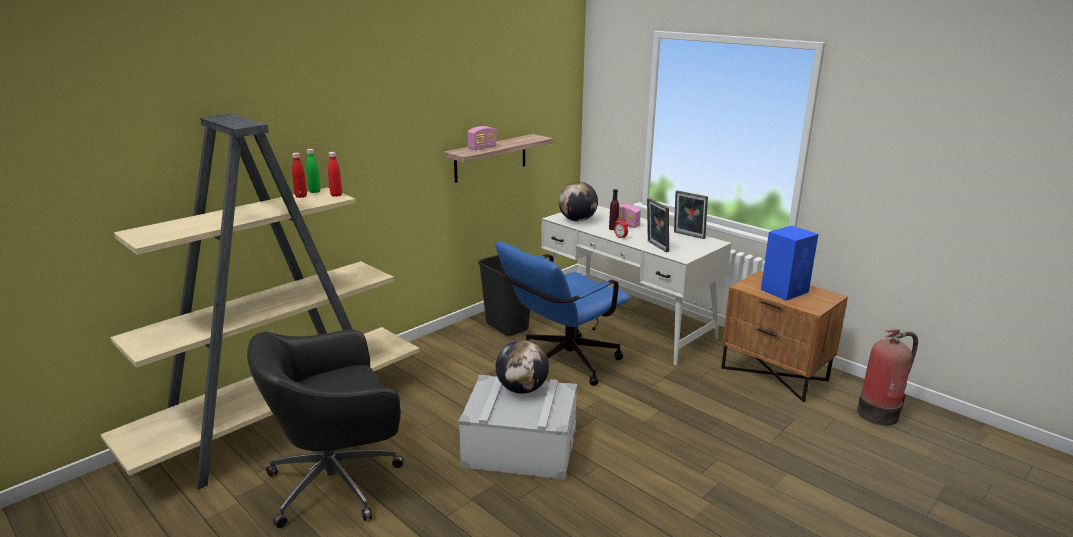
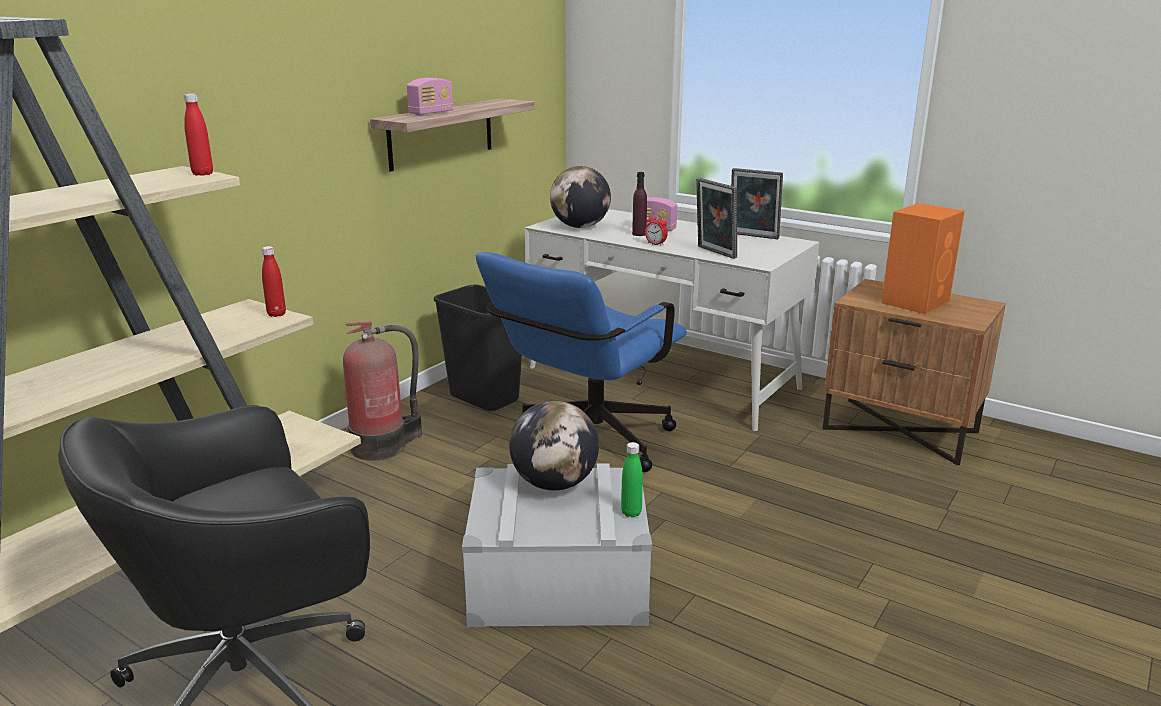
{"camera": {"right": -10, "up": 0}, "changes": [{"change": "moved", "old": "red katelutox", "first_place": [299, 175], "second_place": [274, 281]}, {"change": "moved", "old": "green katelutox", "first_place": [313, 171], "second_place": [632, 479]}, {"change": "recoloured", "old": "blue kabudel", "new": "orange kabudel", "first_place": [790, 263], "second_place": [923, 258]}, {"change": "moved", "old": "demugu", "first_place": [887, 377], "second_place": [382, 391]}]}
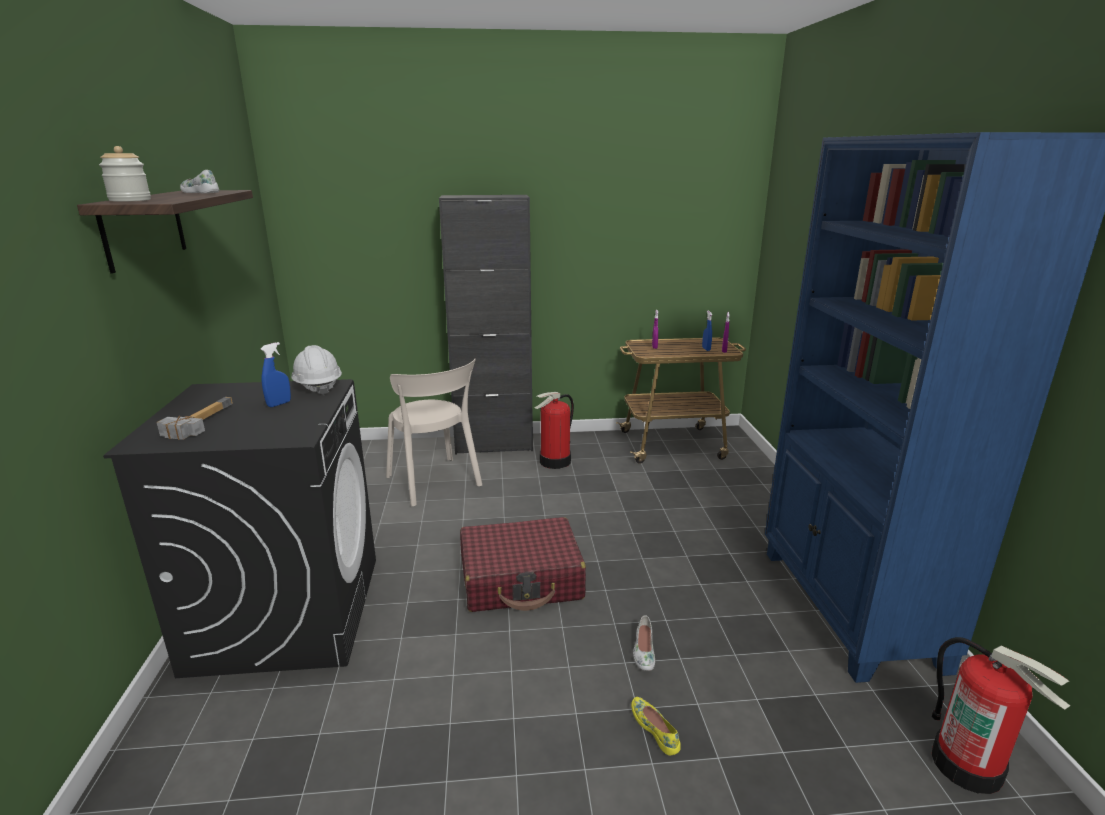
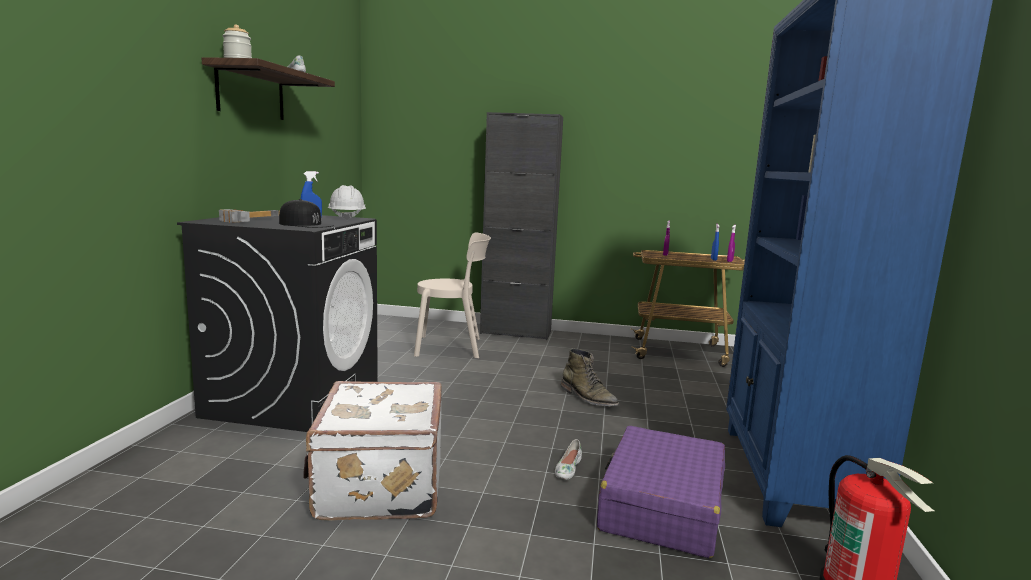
{"camera": {"right": 15, "up": -10}, "changes": [{"change": "turned", "old": "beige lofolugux", "first_place": [434, 433], "second_place": [452, 295], "degrees": -75}, {"change": "removed", "old": "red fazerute", "first_place": [523, 564]}, {"change": "removed", "old": "demugu", "first_place": [554, 430]}, {"change": "removed", "old": "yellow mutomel", "first_place": [656, 726]}, {"change": "added", "new": "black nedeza", "second_place": [306, 213]}, {"change": "added", "new": "white fazerute", "second_place": [372, 451]}, {"change": "added", "new": "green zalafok", "second_place": [590, 377]}, {"change": "added", "new": "purple fazerute", "second_place": [661, 492]}]}
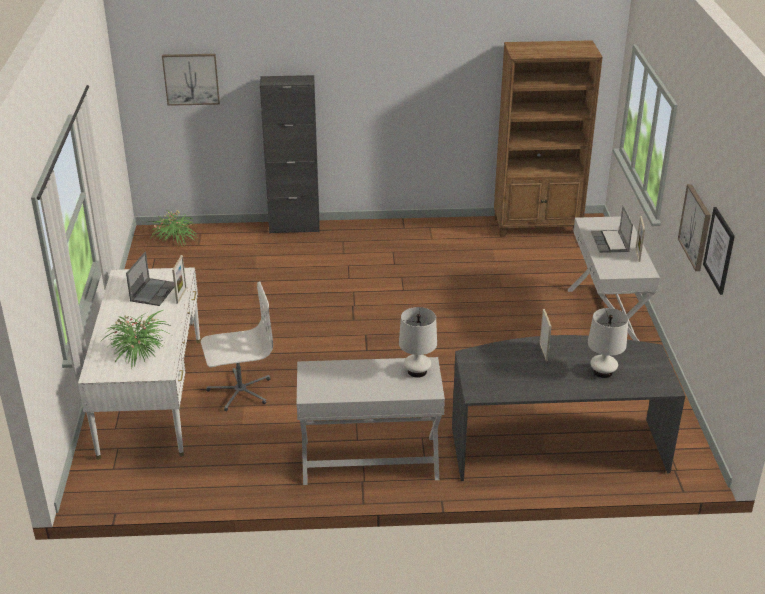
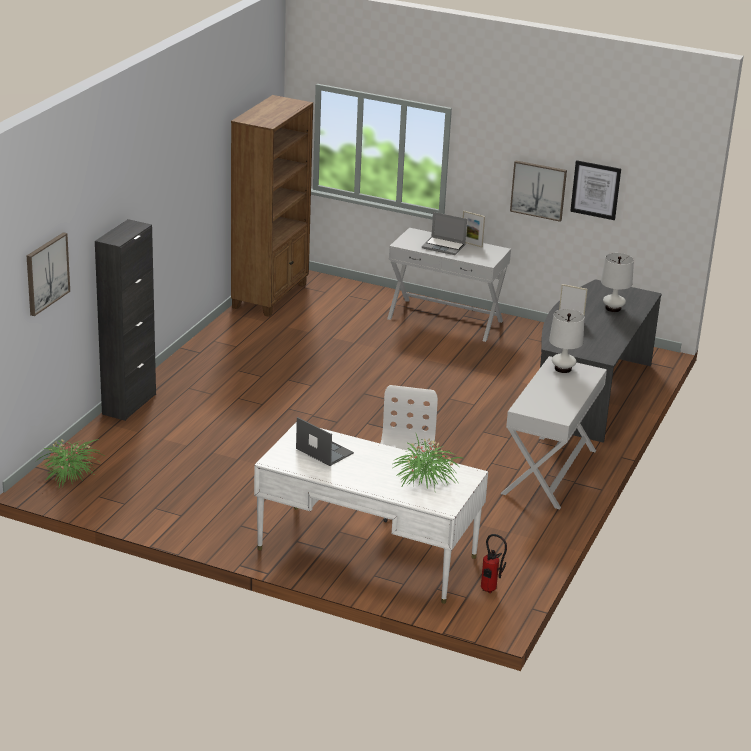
{"camera": {"right": -65, "up": -5}, "changes": [{"change": "removed", "old": "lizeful", "first_place": [179, 279]}, {"change": "added", "new": "demugu", "second_place": [494, 563]}]}
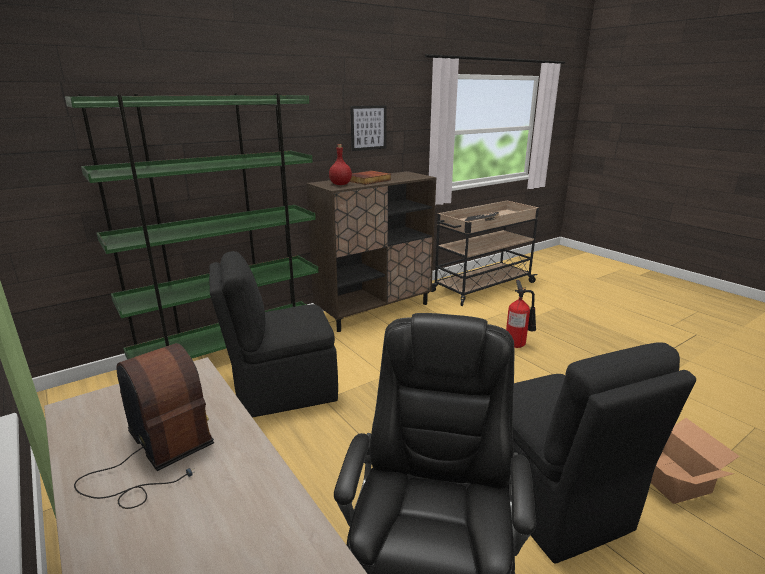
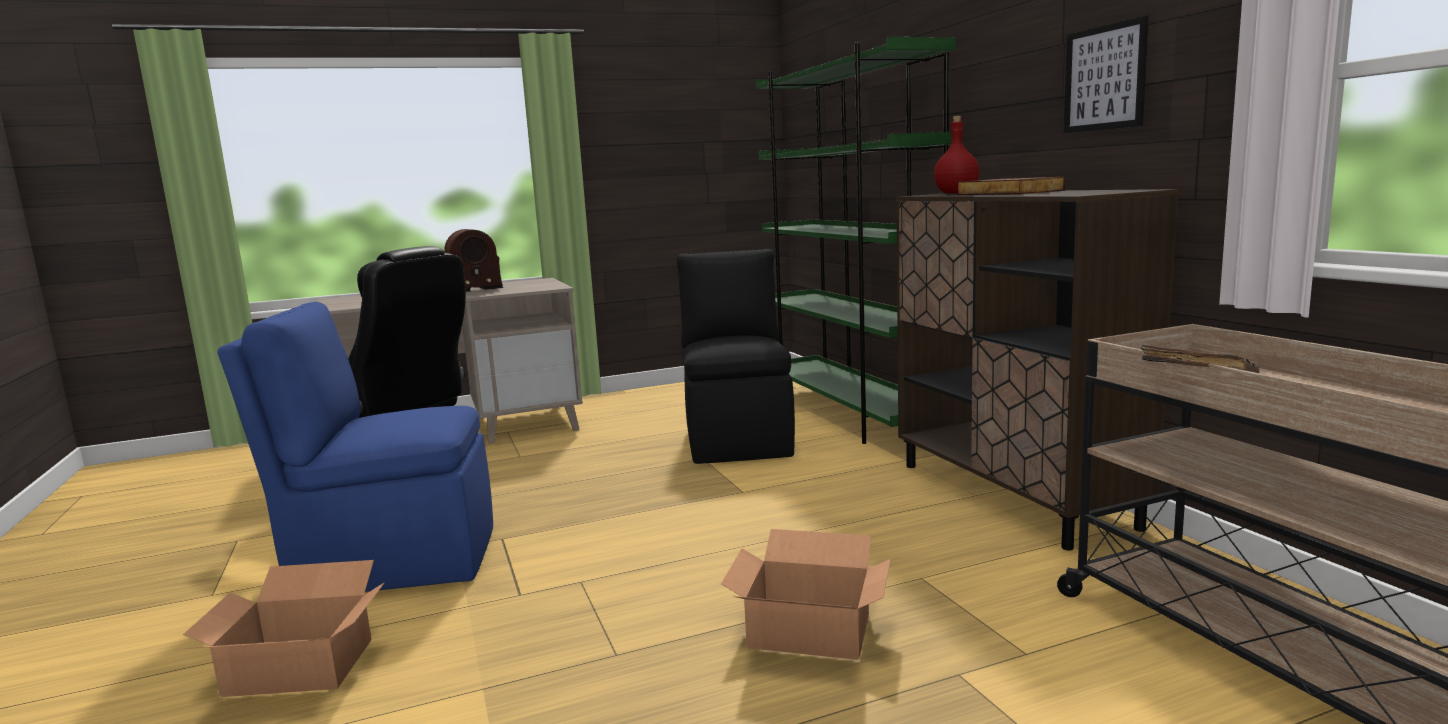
{"camera": {"right": 105, "up": -10}, "changes": [{"change": "replaced", "old": "demugu", "new": "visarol", "first_place": [521, 314], "second_place": [806, 594]}, {"change": "recoloured", "old": "black lofolugux", "new": "blue lofolugux", "first_place": [601, 453], "second_place": [355, 447]}]}
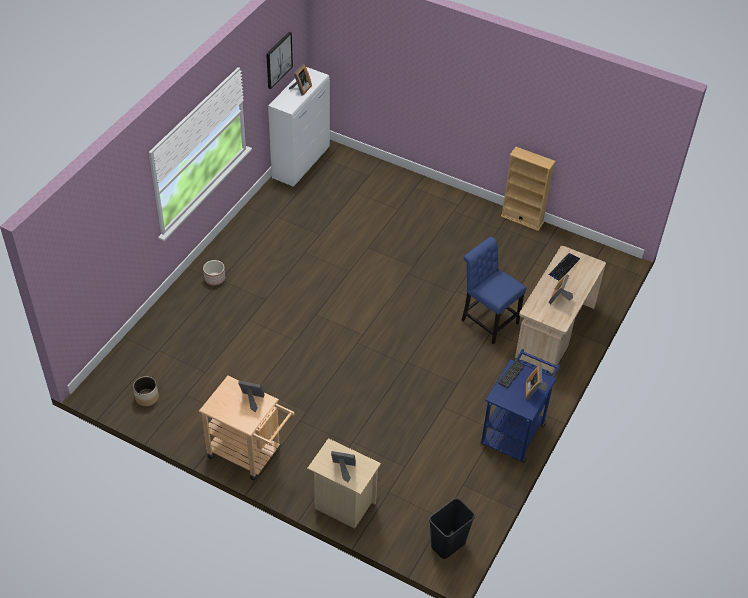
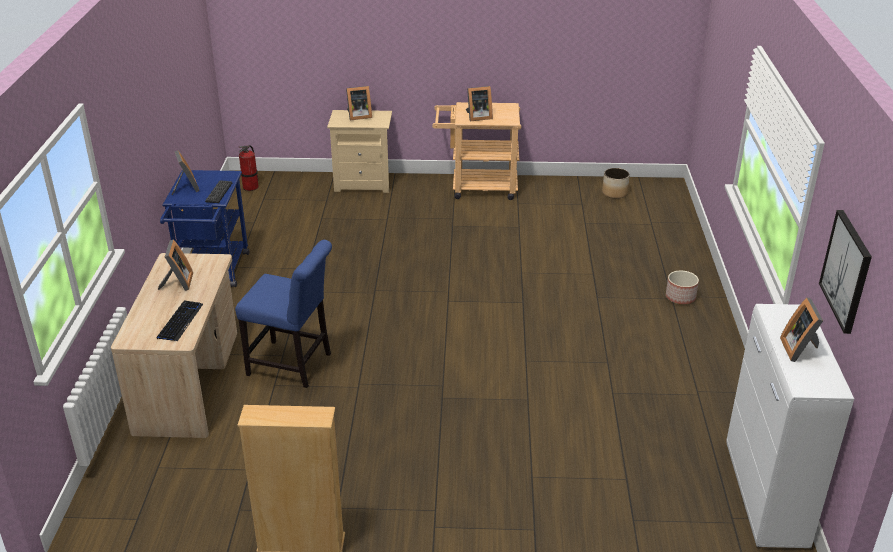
{"camera": {"right": 155, "up": -15}, "changes": [{"change": "replaced", "old": "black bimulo", "new": "demugu", "first_place": [452, 528], "second_place": [248, 168]}]}
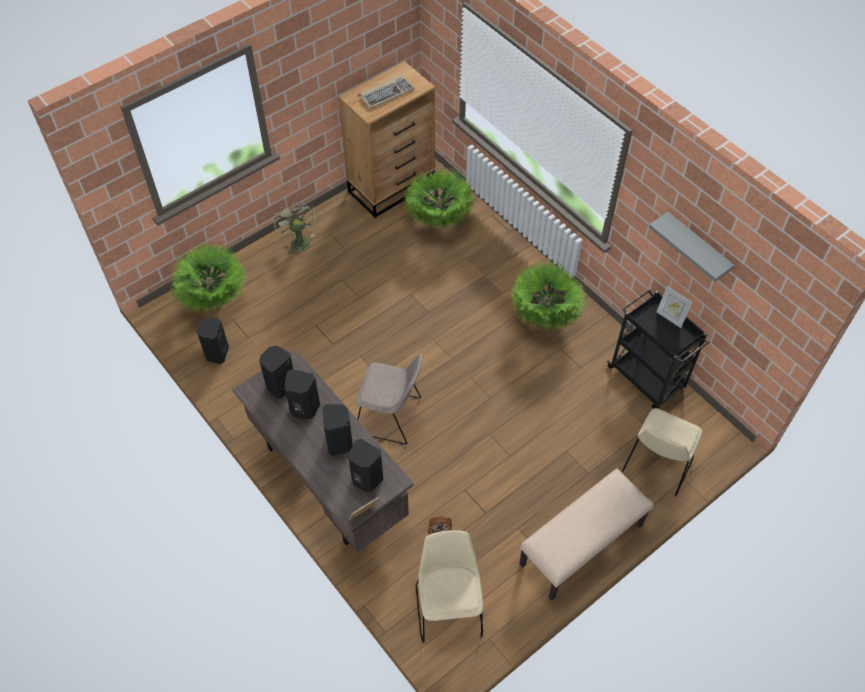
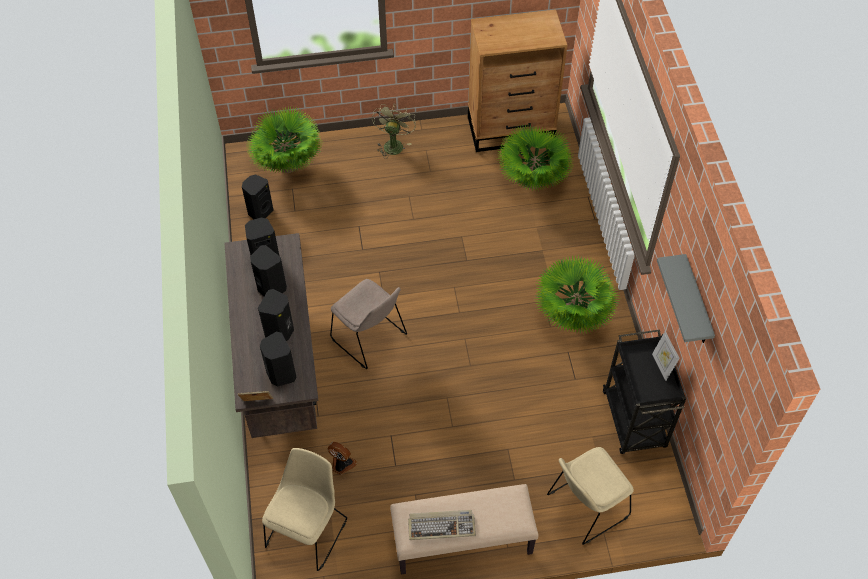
{"camera": {"right": 30, "up": 0}, "changes": [{"change": "moved", "old": "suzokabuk", "first_place": [387, 92], "second_place": [442, 525]}]}
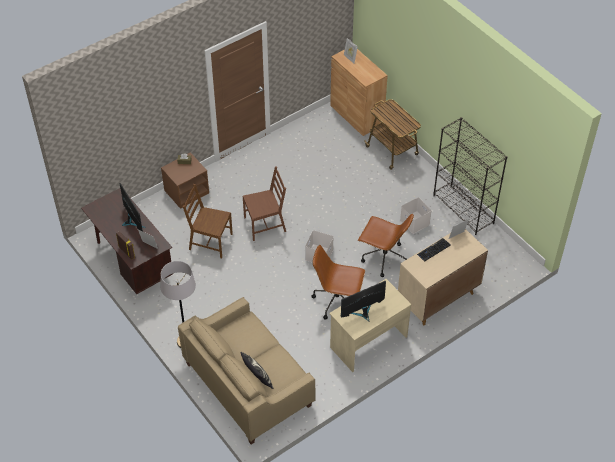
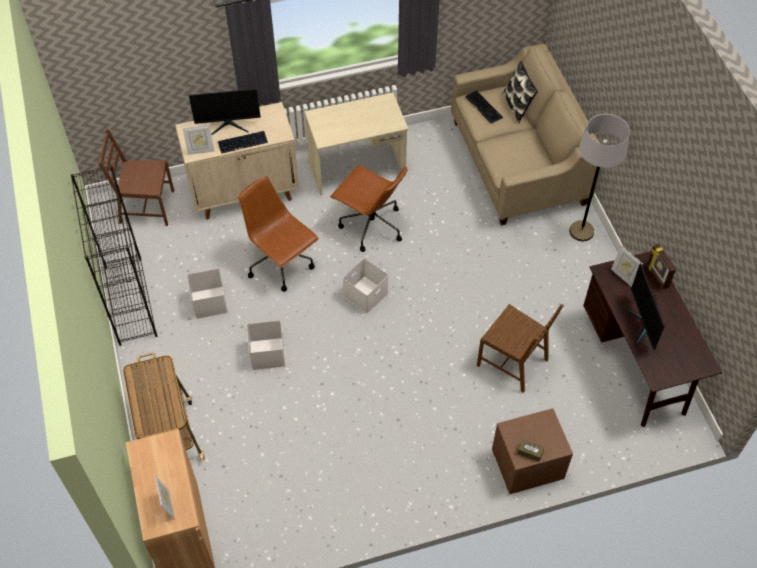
{"camera": {"right": -160, "up": 5}, "changes": [{"change": "moved", "old": "brown lofolugux", "first_place": [264, 203], "second_place": [136, 177]}, {"change": "moved", "old": "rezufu", "first_place": [363, 300], "second_place": [225, 112]}, {"change": "added", "new": "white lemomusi", "second_place": [266, 345]}, {"change": "added", "new": "suzokabuk", "second_place": [484, 106]}]}
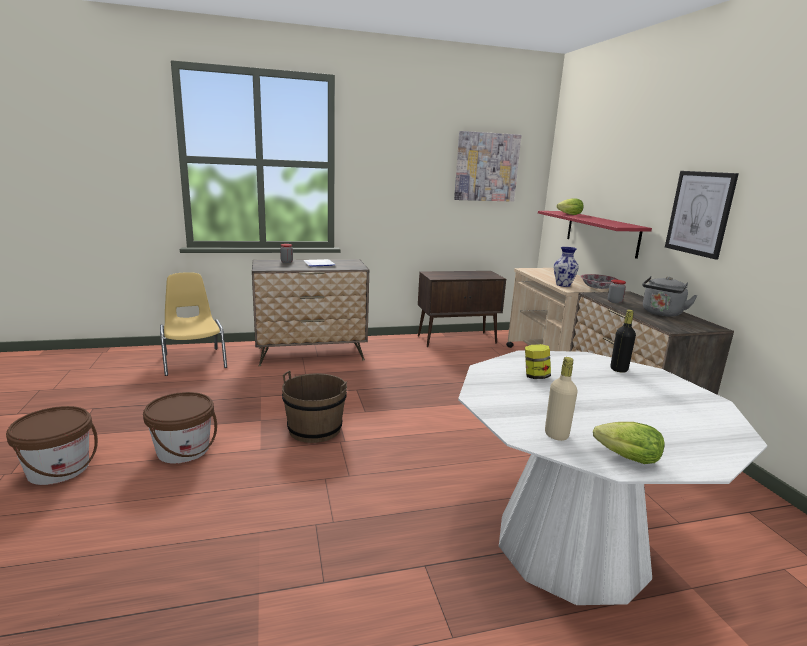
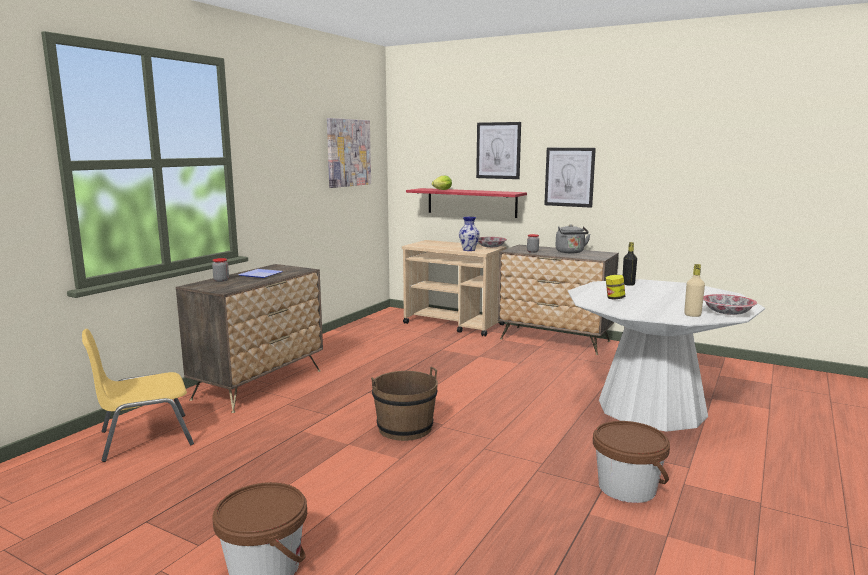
{"camera": {"right": -45, "up": -5}, "changes": [{"change": "moved", "old": "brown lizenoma", "first_place": [180, 428], "second_place": [631, 462]}, {"change": "turned", "old": "yellow lofolugux", "first_place": [193, 324], "second_place": [138, 395], "degrees": -45}, {"change": "removed", "old": "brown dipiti", "first_place": [462, 309]}, {"change": "replaced", "old": "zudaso", "new": "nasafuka", "first_place": [629, 443], "second_place": [730, 304]}, {"change": "added", "new": "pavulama", "second_place": [498, 150]}]}
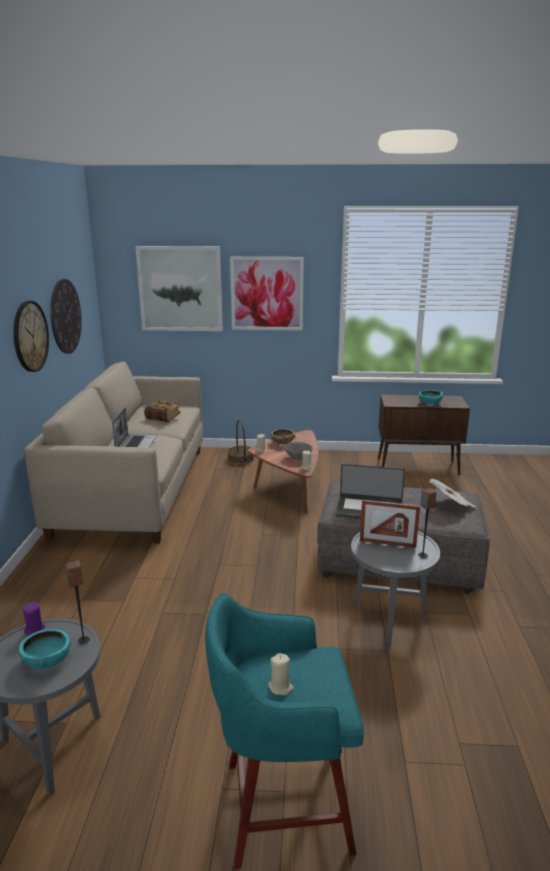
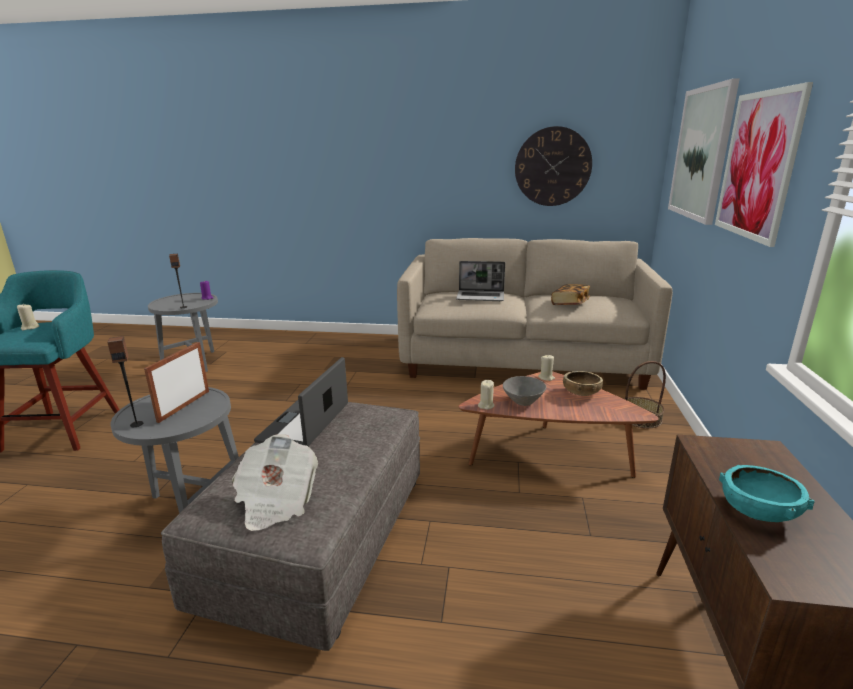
{"camera": {"right": 95, "up": 0}, "changes": [{"change": "removed", "old": "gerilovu", "first_place": [31, 336]}, {"change": "removed", "old": "turquoise nasafuka", "first_place": [45, 649]}]}
